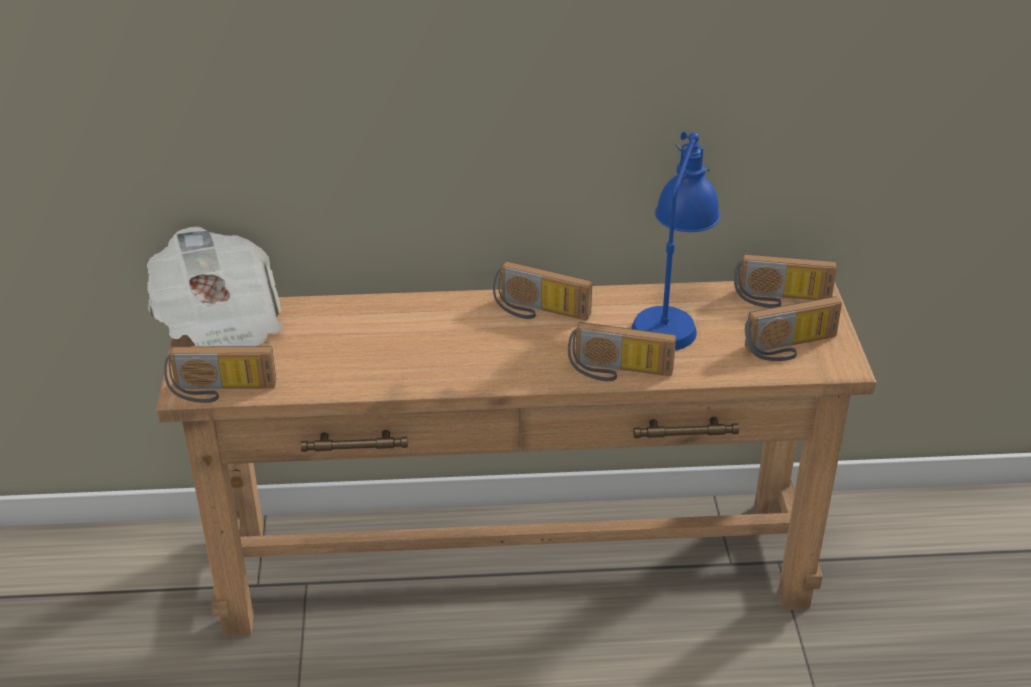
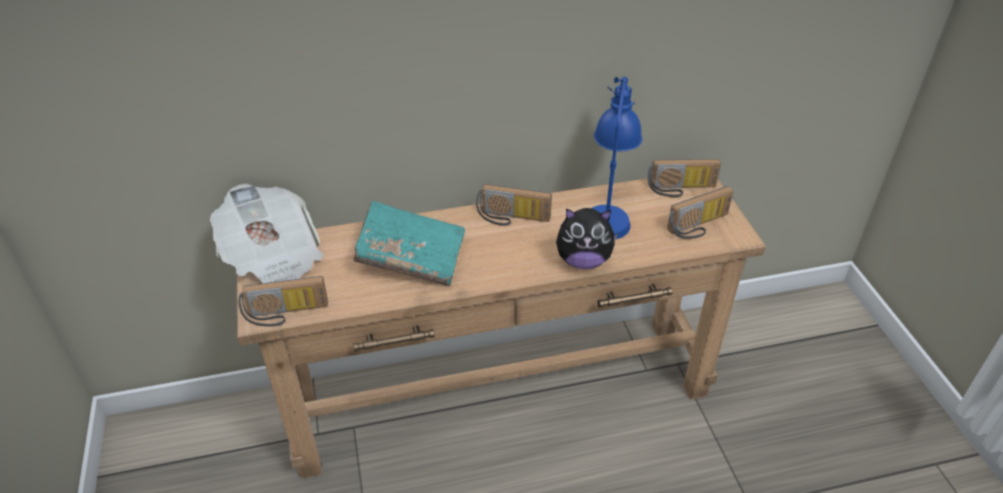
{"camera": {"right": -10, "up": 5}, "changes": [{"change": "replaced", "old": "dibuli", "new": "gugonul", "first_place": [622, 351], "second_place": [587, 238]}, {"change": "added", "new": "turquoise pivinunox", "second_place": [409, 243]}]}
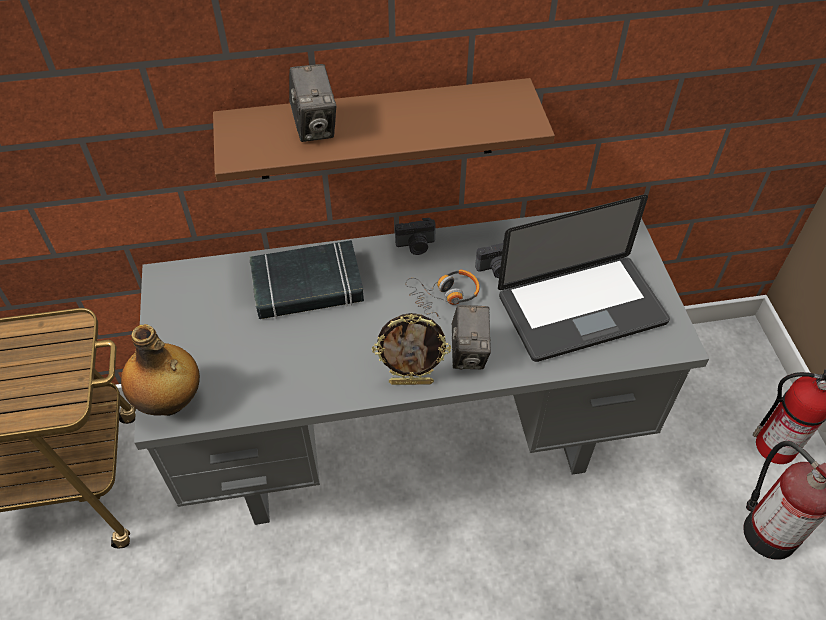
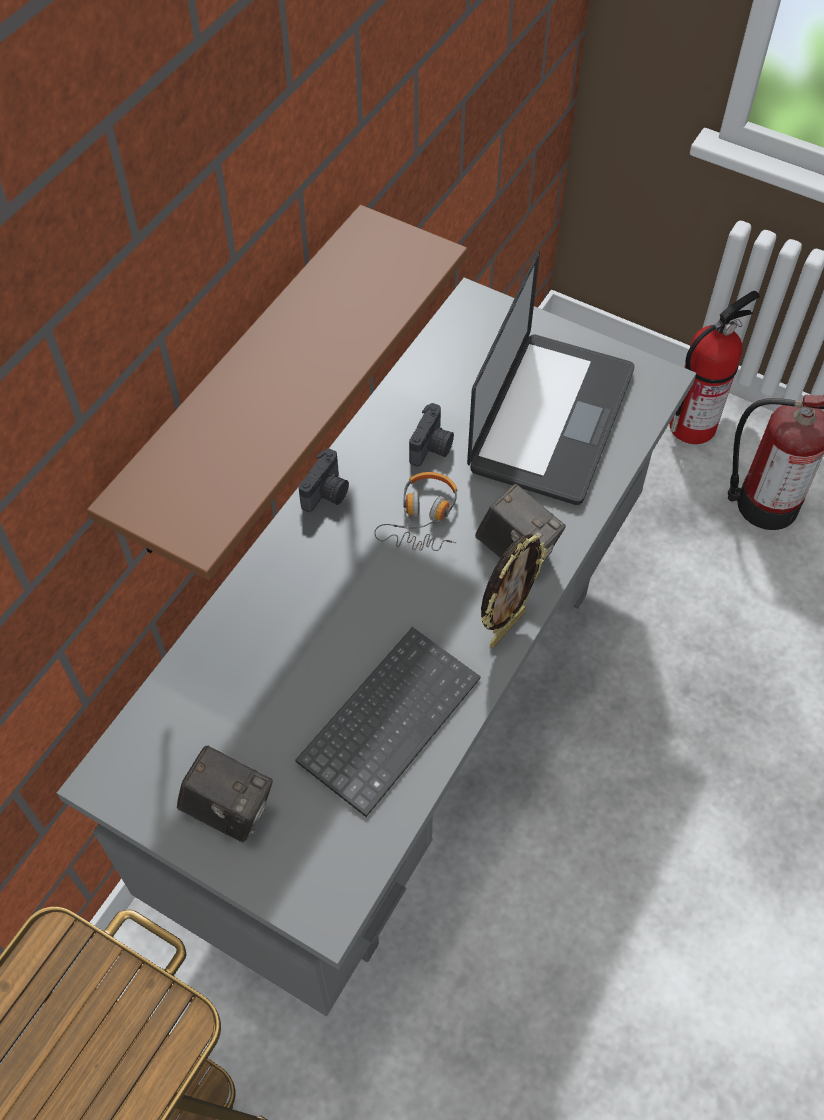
{"camera": {"right": -50, "up": 5}, "changes": [{"change": "removed", "old": "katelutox", "first_place": [160, 370]}, {"change": "removed", "old": "black pivinunox", "first_place": [306, 279]}, {"change": "moved", "old": "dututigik", "first_place": [312, 103], "second_place": [225, 793]}, {"change": "added", "new": "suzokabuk", "second_place": [388, 722]}]}
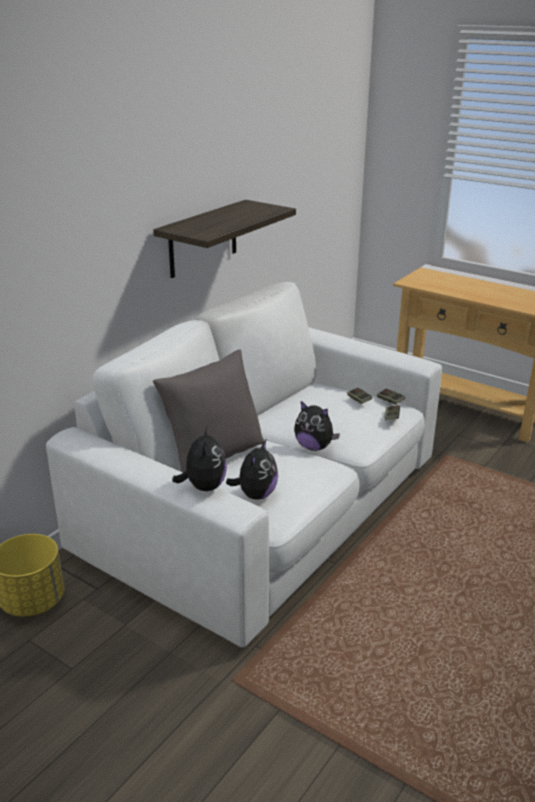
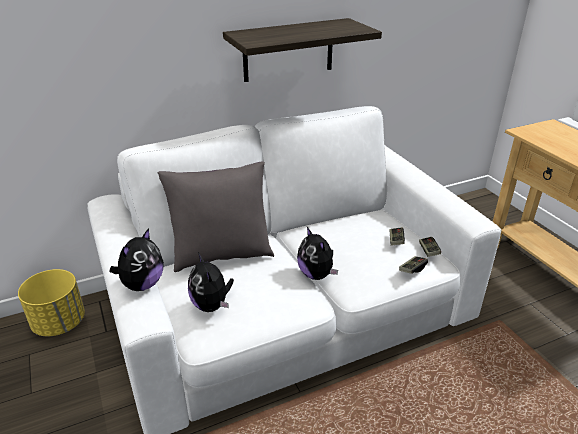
{"camera": {"right": 30, "up": 5}, "changes": [{"change": "turned", "old": "gugonul", "first_place": [252, 470], "second_place": [211, 282], "degrees": 105}]}
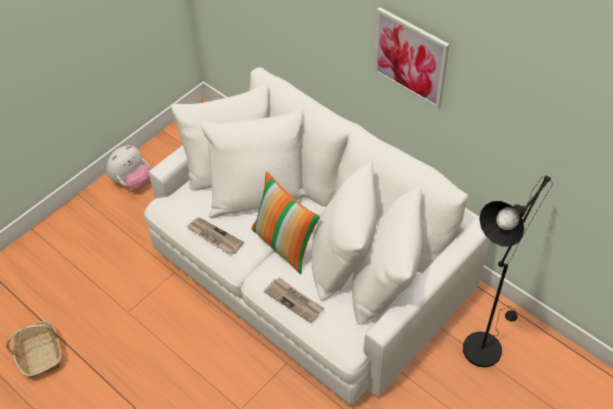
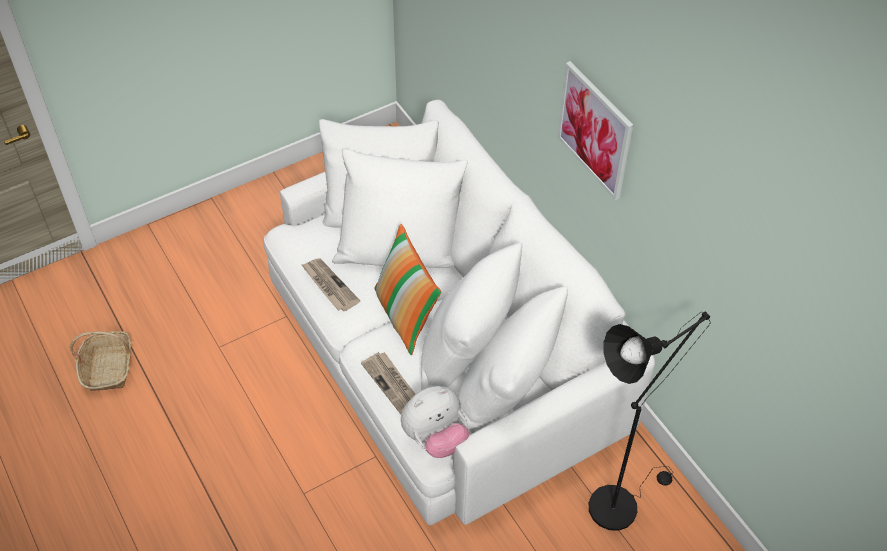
{"camera": {"right": 15, "up": 0}, "changes": [{"change": "moved", "old": "gugonul", "first_place": [128, 167], "second_place": [435, 422]}]}
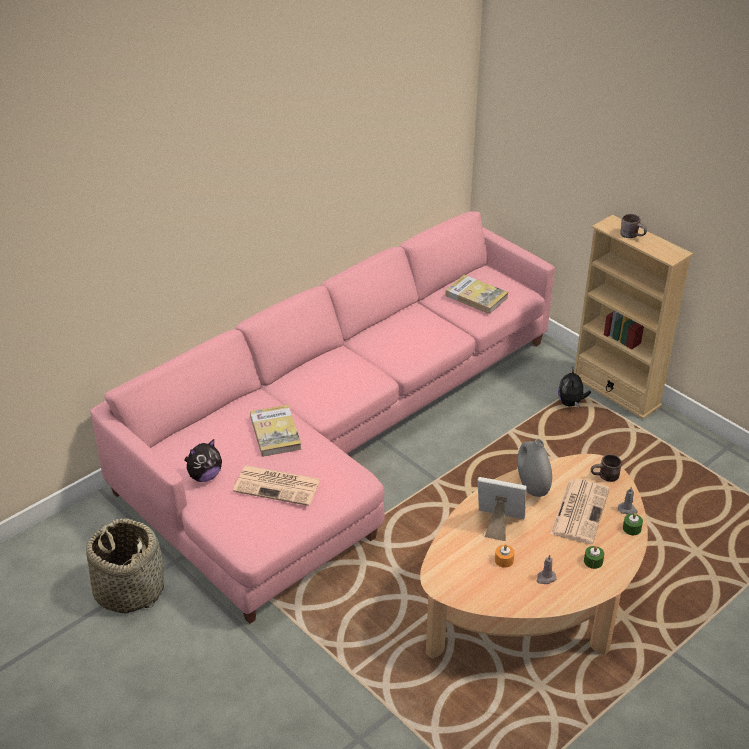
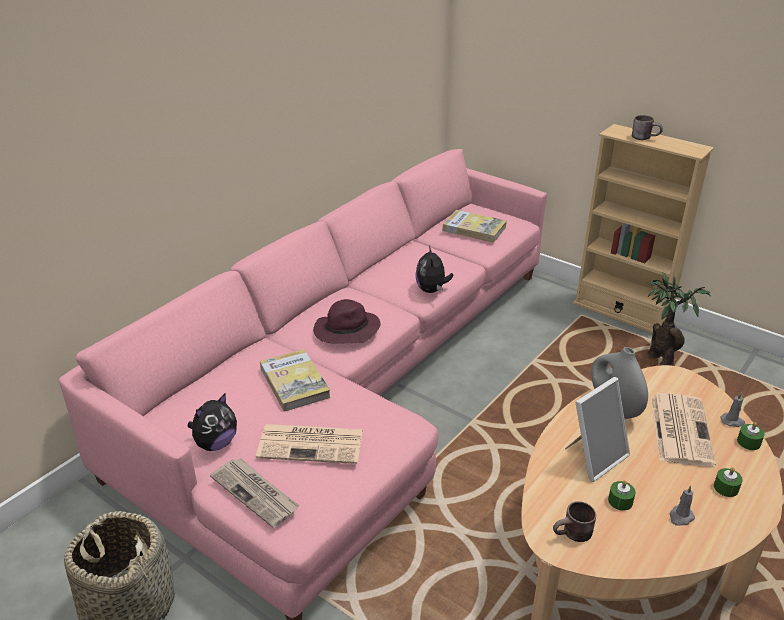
{"camera": {"right": -10, "up": -5}, "changes": [{"change": "turned", "old": "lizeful", "first_place": [502, 509], "second_place": [597, 429], "degrees": 135}, {"change": "recoloured", "old": "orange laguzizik", "new": "green laguzizik", "first_place": [505, 556], "second_place": [622, 495]}, {"change": "moved", "old": "gugonul", "first_place": [574, 386], "second_place": [434, 269]}, {"change": "moved", "old": "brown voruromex", "first_place": [606, 468], "second_place": [574, 521]}, {"change": "added", "new": "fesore", "second_place": [254, 493]}, {"change": "added", "new": "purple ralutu", "second_place": [347, 321]}, {"change": "added", "new": "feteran", "second_place": [678, 319]}]}
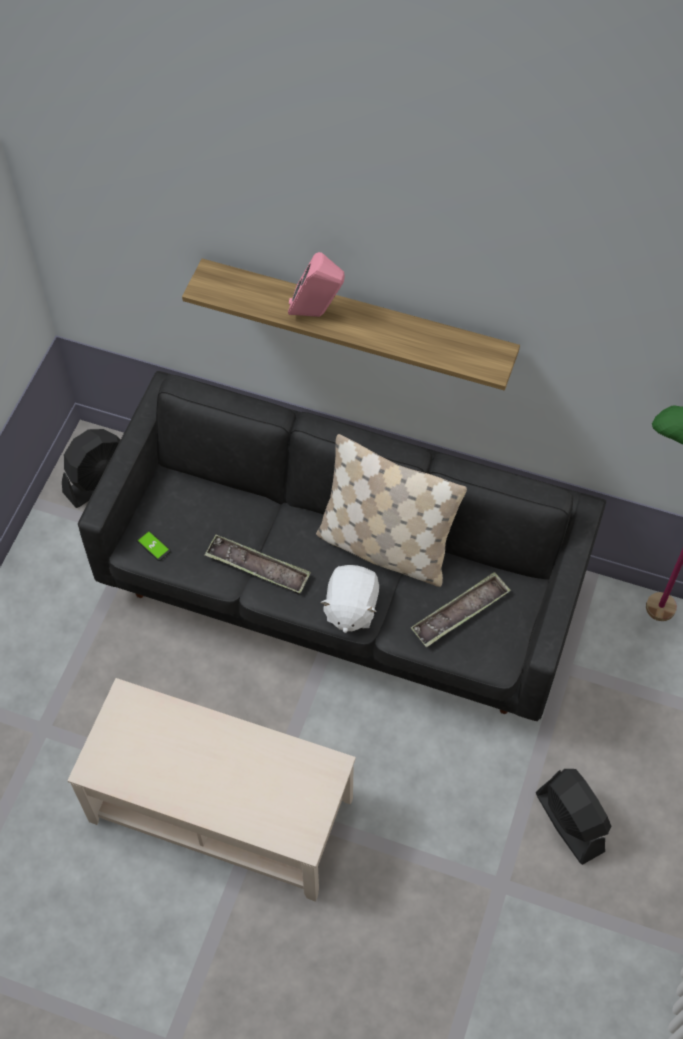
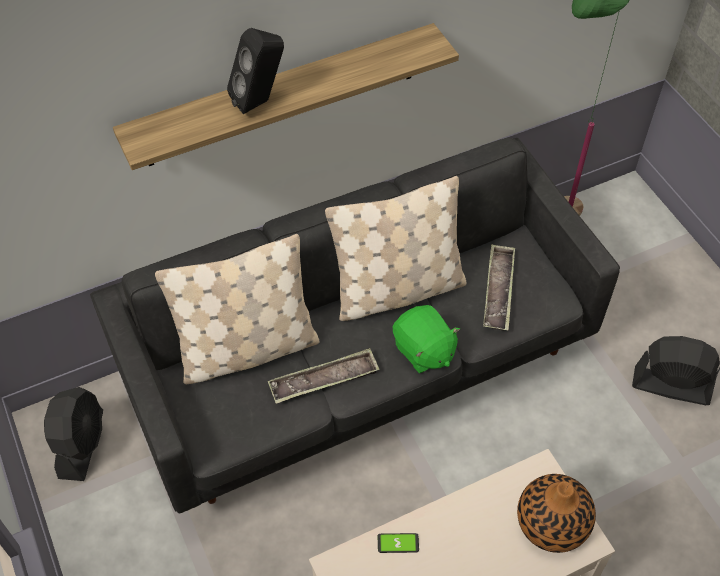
{"camera": {"right": -45, "up": -5}, "changes": [{"change": "moved", "old": "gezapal", "first_place": [153, 545], "second_place": [398, 543]}, {"change": "recoloured", "old": "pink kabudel", "new": "black kabudel", "first_place": [316, 284], "second_place": [255, 71]}, {"change": "recoloured", "old": "white gugonul", "new": "green gugonul", "first_place": [349, 599], "second_place": [426, 339]}, {"change": "added", "new": "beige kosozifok", "second_place": [237, 309]}, {"change": "added", "new": "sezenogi", "second_place": [556, 513]}]}
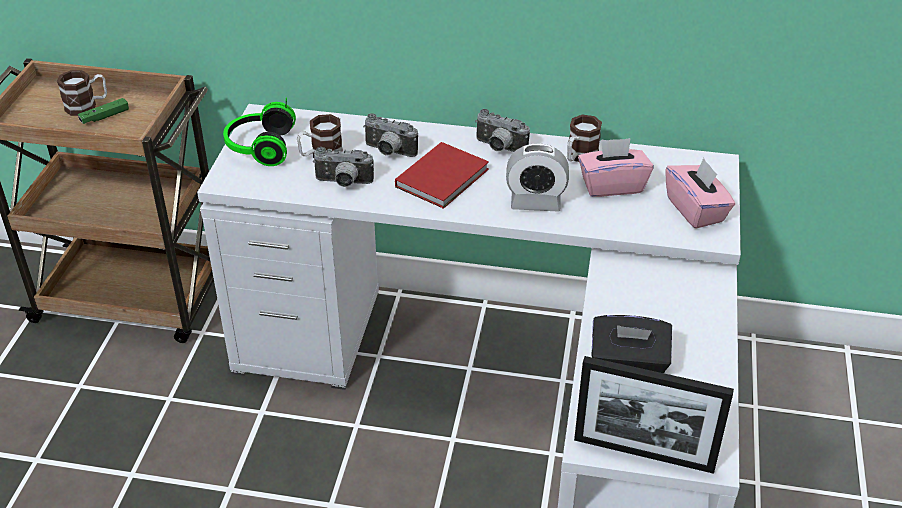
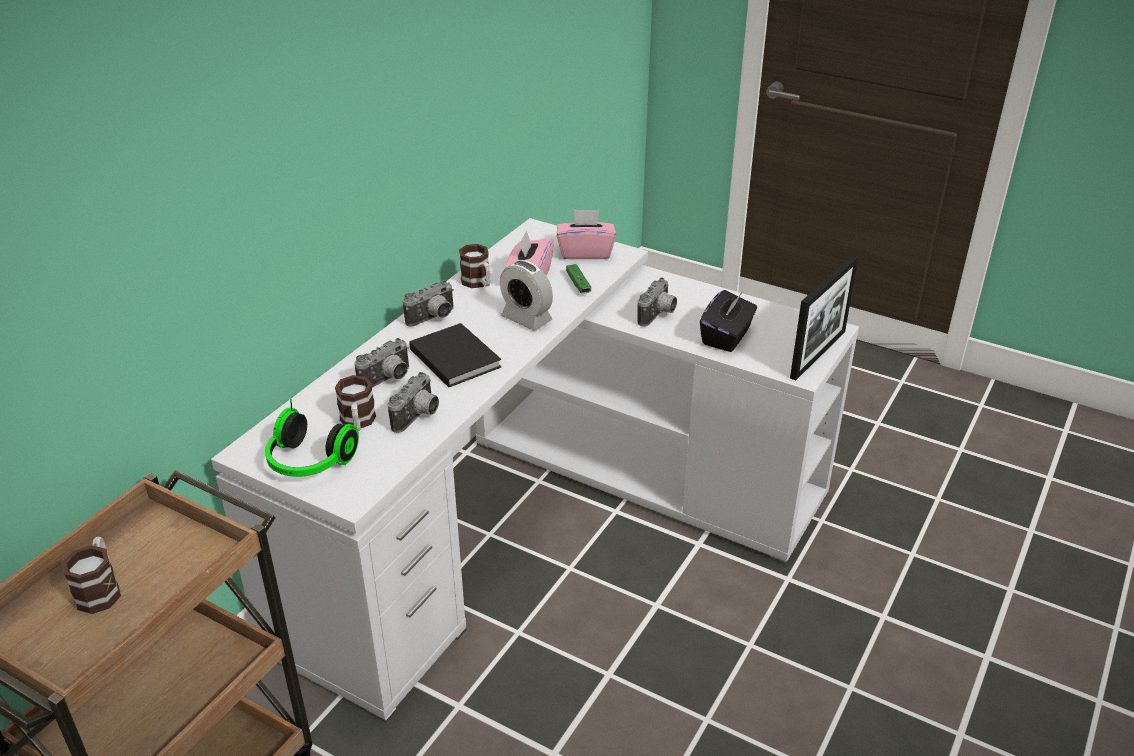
{"camera": {"right": -70, "up": -5}, "changes": [{"change": "moved", "old": "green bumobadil", "first_place": [103, 111], "second_place": [578, 279]}, {"change": "recoloured", "old": "red pivinunox", "new": "black pivinunox", "first_place": [442, 175], "second_place": [455, 355]}, {"change": "turned", "old": "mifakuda", "first_place": [537, 177], "second_place": [526, 295], "degrees": 105}, {"change": "added", "new": "dututigik", "second_place": [657, 302]}]}
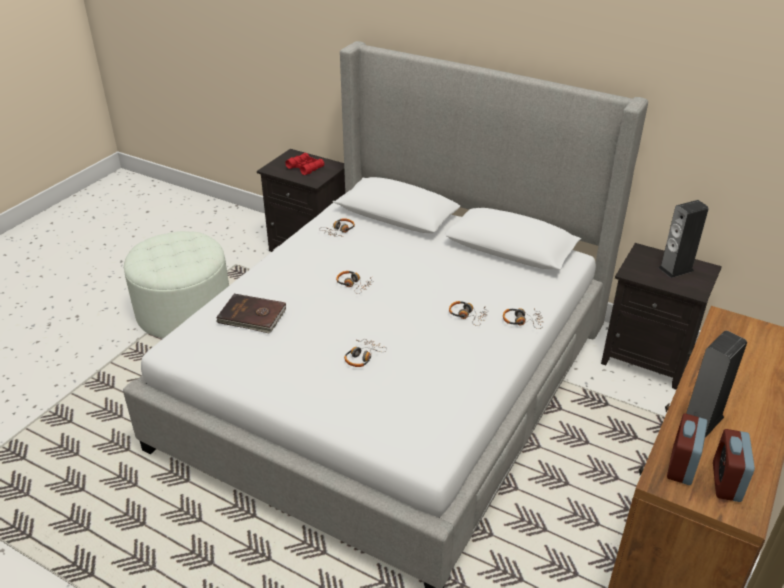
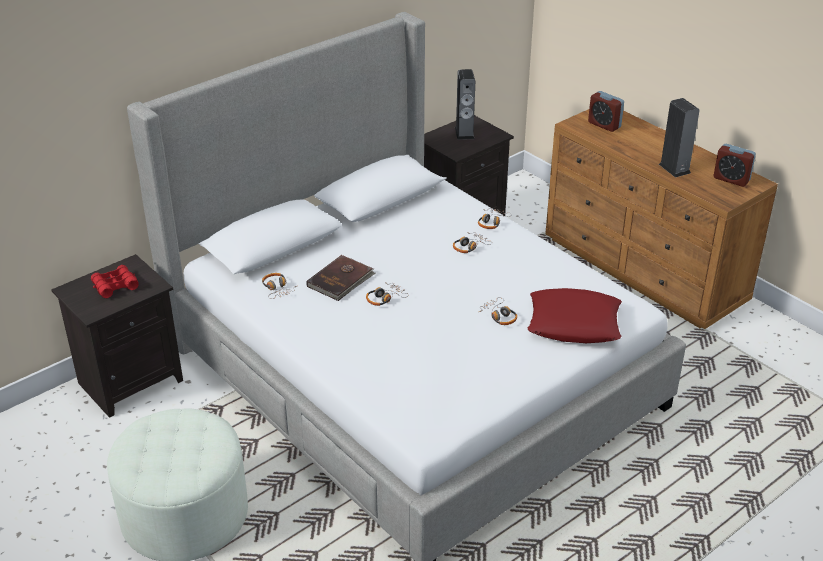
{"camera": {"right": -70, "up": 0}, "changes": [{"change": "moved", "old": "brown pivinunox", "first_place": [251, 314], "second_place": [340, 278]}, {"change": "moved", "old": "mifakuda", "first_place": [687, 449], "second_place": [606, 111]}, {"change": "added", "new": "red kosozifok", "second_place": [575, 315]}]}
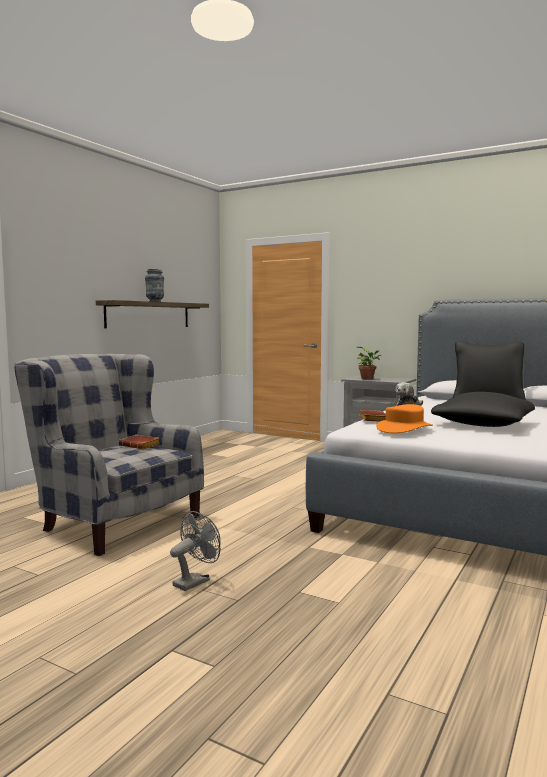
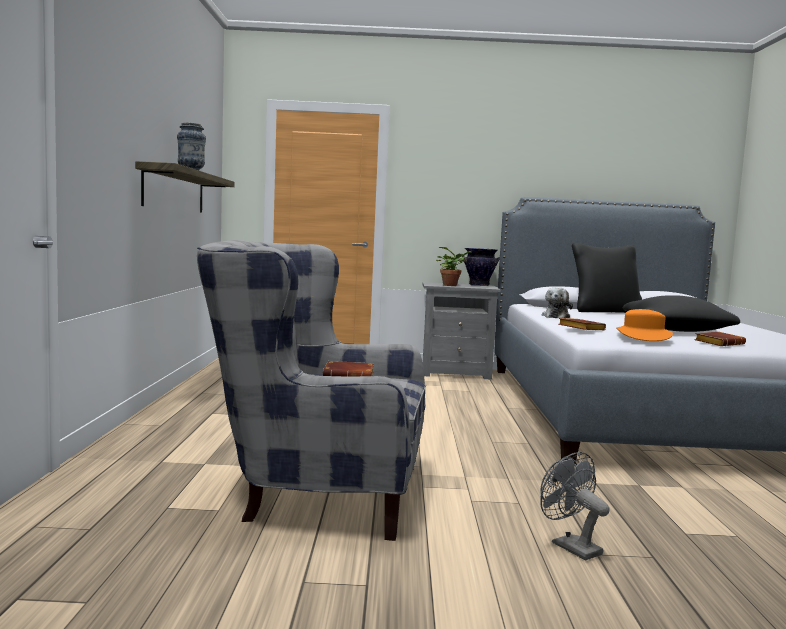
{"camera": {"right": -30, "up": 0}, "changes": [{"change": "turned", "old": "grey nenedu", "first_place": [195, 551], "second_place": [575, 506], "degrees": -45}, {"change": "added", "new": "sezenogi", "second_place": [481, 267]}, {"change": "added", "new": "brown pivinunox", "second_place": [720, 339]}]}
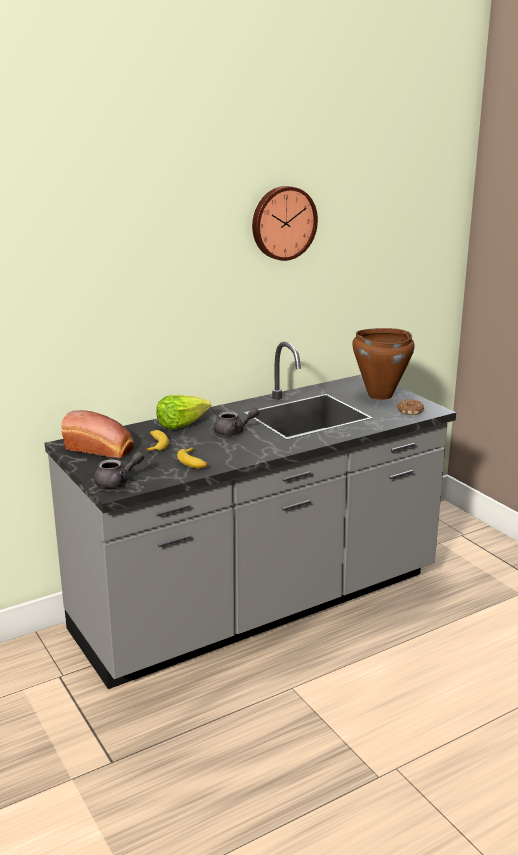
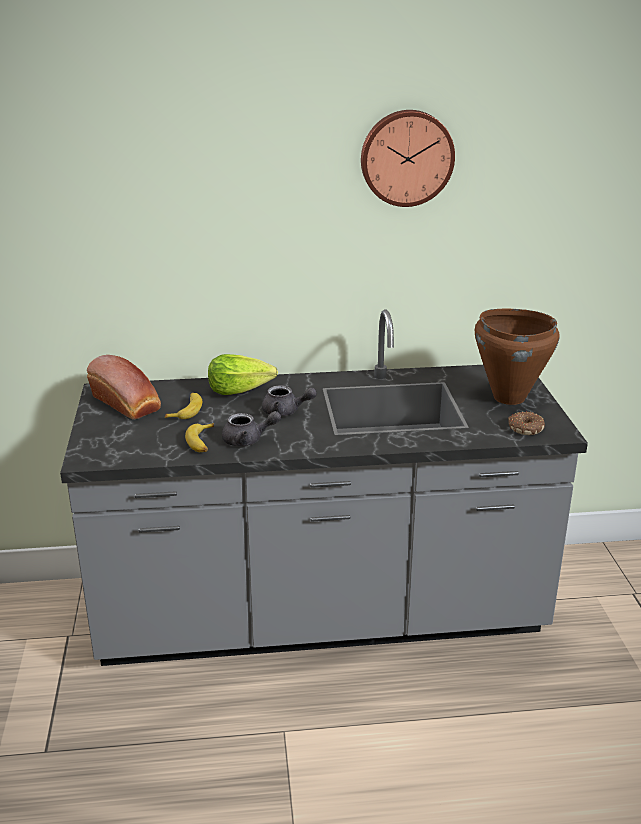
{"camera": {"right": 25, "up": 5}, "changes": [{"change": "moved", "old": "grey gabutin", "first_place": [119, 470], "second_place": [251, 428]}]}
